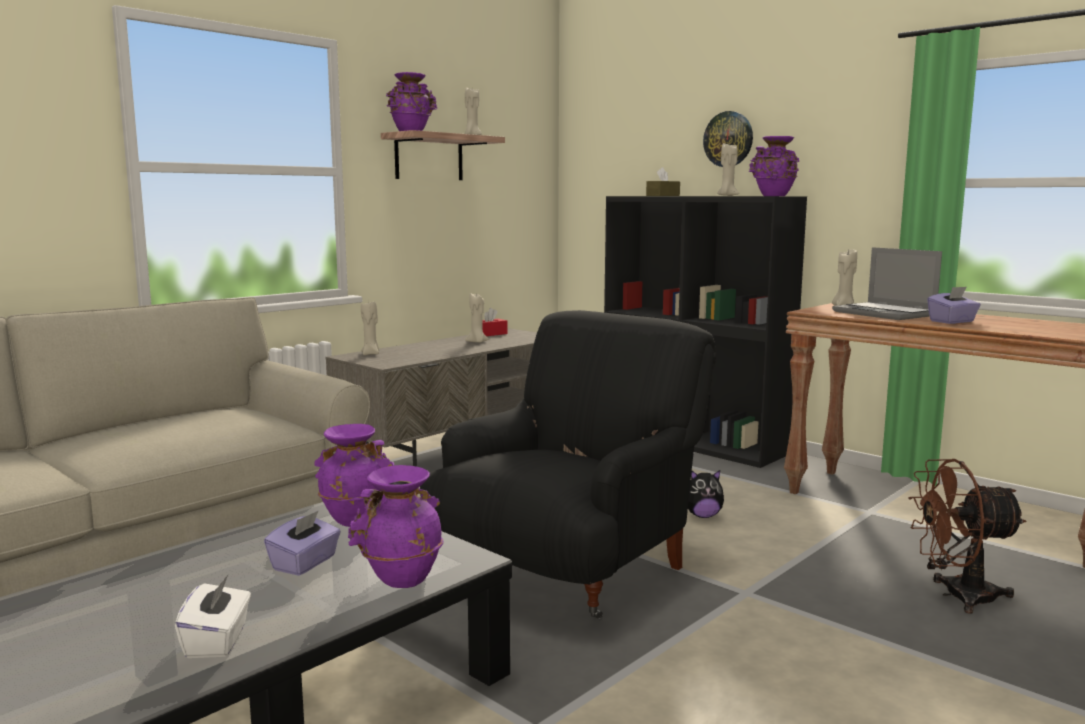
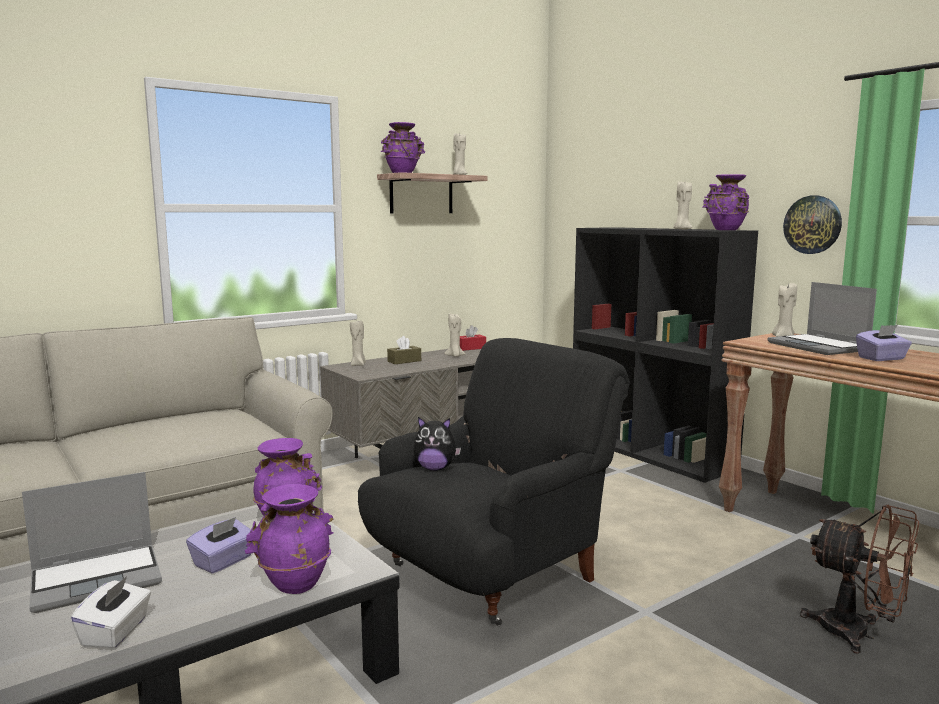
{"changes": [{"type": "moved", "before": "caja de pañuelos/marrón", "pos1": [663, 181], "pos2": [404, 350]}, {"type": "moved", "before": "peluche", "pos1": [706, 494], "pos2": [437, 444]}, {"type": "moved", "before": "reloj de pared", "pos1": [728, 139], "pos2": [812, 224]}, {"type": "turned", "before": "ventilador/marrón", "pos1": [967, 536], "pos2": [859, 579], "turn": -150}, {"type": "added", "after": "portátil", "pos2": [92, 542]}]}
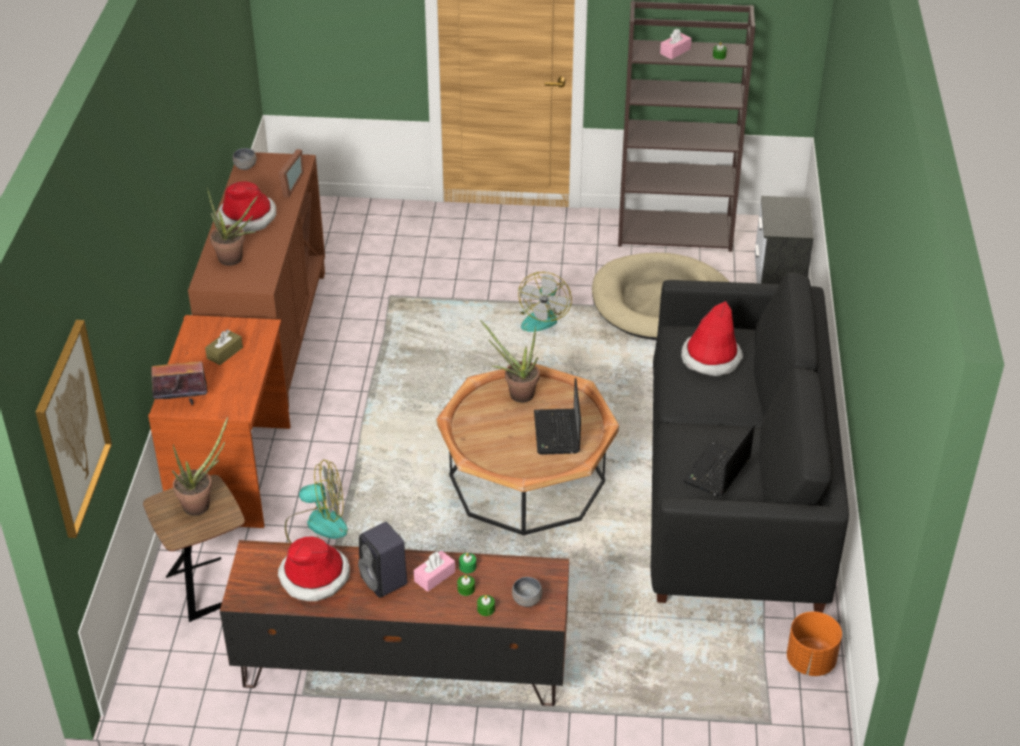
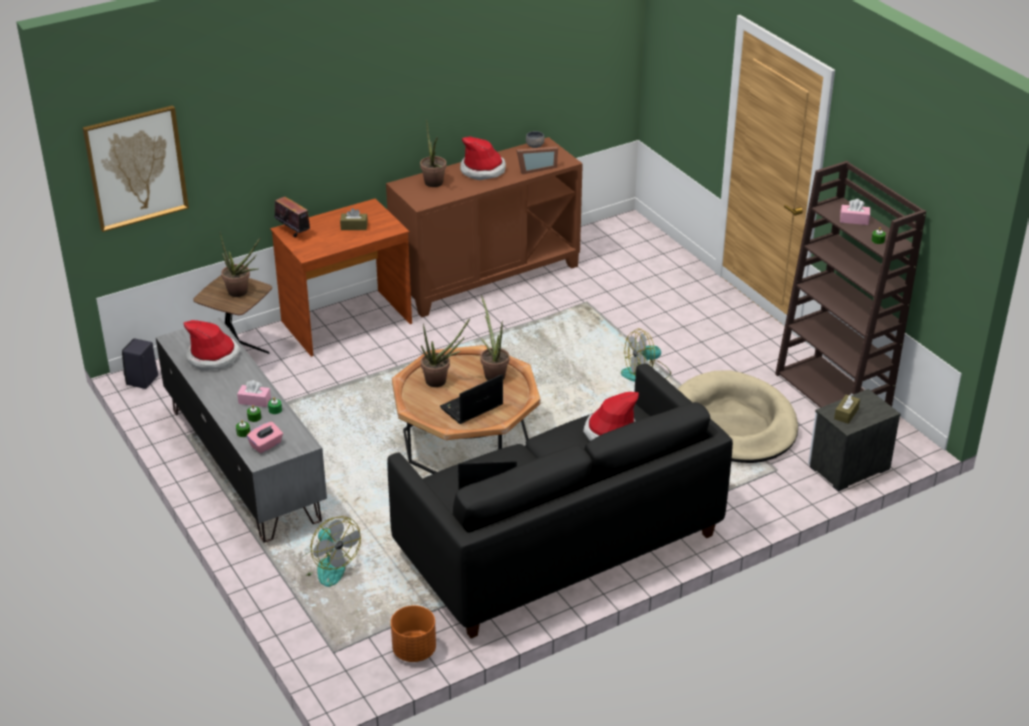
{"changes": [{"type": "recoloured", "before": "mueble de televisión/marrón", "after": "mueble de televisión/gris", "pos1": [394, 623], "pos2": [241, 430]}, {"type": "moved", "before": "ventilador", "pos1": [316, 501], "pos2": [330, 551]}, {"type": "moved", "before": "altavoz/negro", "pos1": [383, 560], "pos2": [140, 363]}, {"type": "replaced", "before": "cuenco/gris", "after": "caja de pañuelos/rosa", "pos1": [527, 592], "pos2": [265, 437]}, {"type": "added", "after": "planta en maceta", "pos2": [445, 352]}, {"type": "added", "after": "caja de pañuelos/marrón", "pos2": [847, 408]}]}
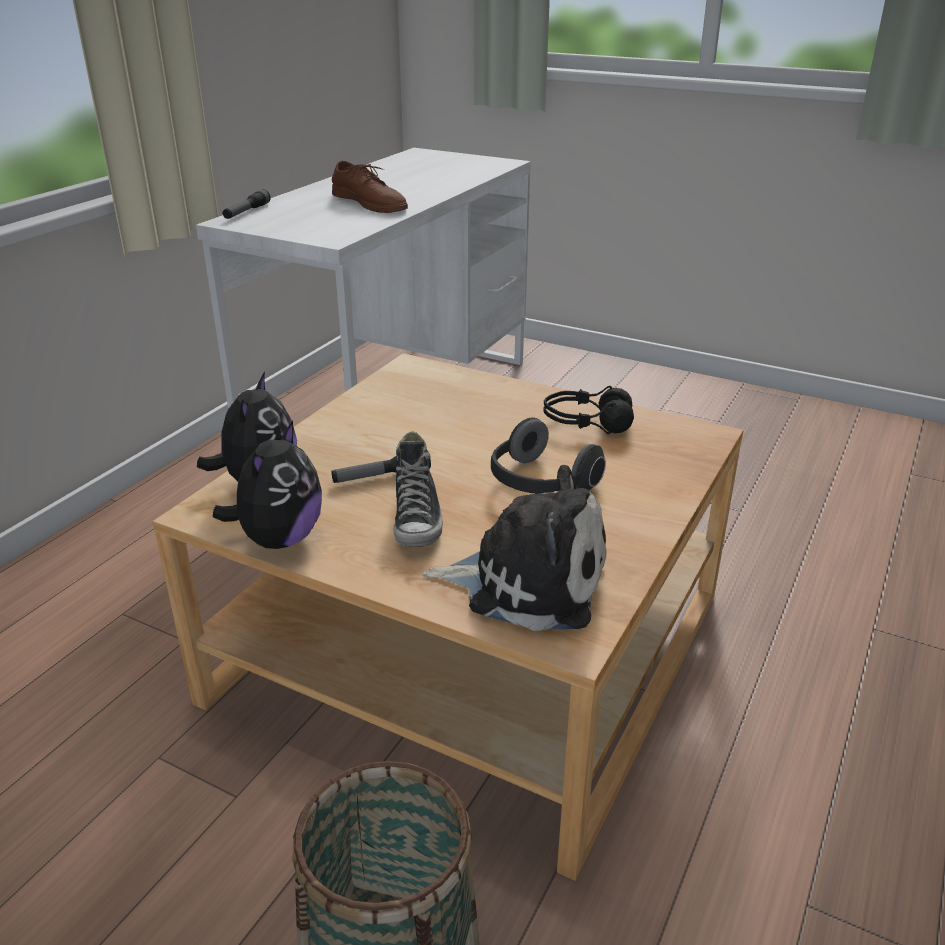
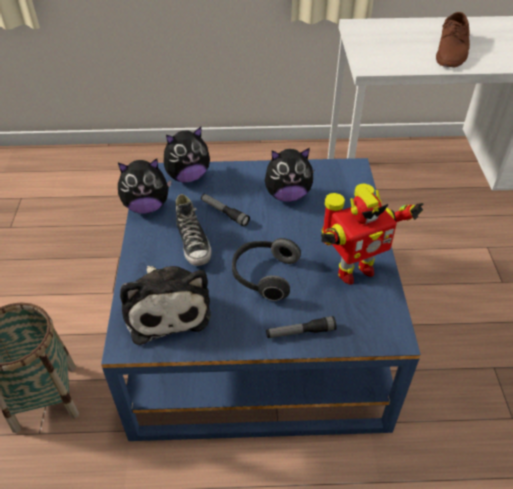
{"changes": [{"type": "recoloured", "before": "mesa de centro/beis", "after": "mesa de centro/azul", "pos1": [448, 617], "pos2": [261, 299]}, {"type": "moved", "before": "linterna", "pos1": [247, 204], "pos2": [301, 327]}, {"type": "turned", "before": "zapato", "pos1": [418, 489], "pos2": [193, 230], "turn": -75}, {"type": "replaced", "before": "auriculares/negro", "after": "robot de juguete", "pos1": [588, 410], "pos2": [372, 234]}, {"type": "added", "after": "peluche", "pos2": [290, 175]}]}
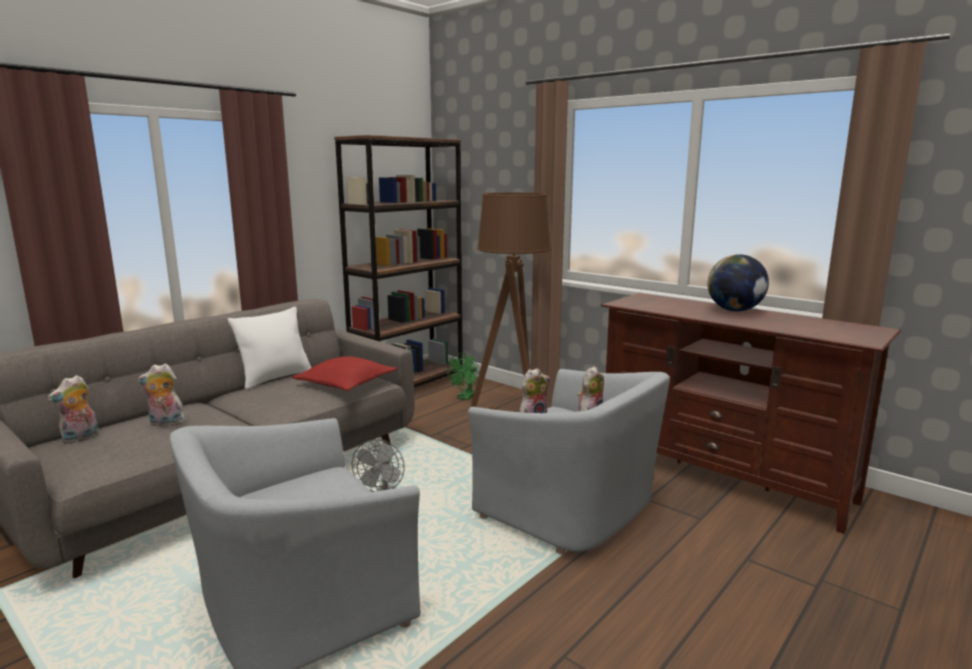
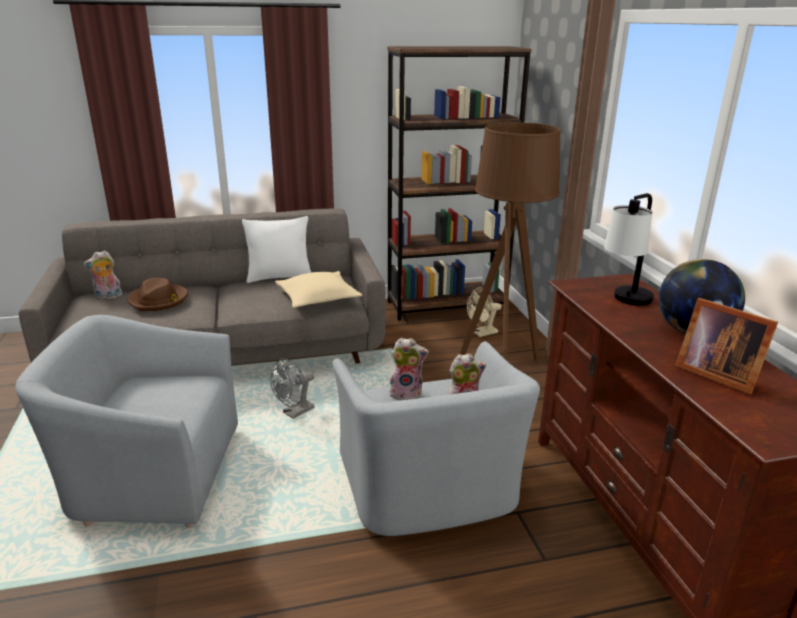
{"changes": [{"type": "replaced", "before": "peluche", "after": "sombrero/marrón", "pos1": [161, 395], "pos2": [157, 294]}, {"type": "recoloured", "before": "cojín/rojo", "after": "cojín/beis", "pos1": [344, 373], "pos2": [318, 289]}, {"type": "recoloured", "before": "ventilador/verde", "after": "ventilador/beis", "pos1": [463, 376], "pos2": [484, 312]}, {"type": "added", "after": "lámpara de mesa", "pos2": [629, 249]}, {"type": "added", "after": "portarretratos", "pos2": [726, 346]}]}
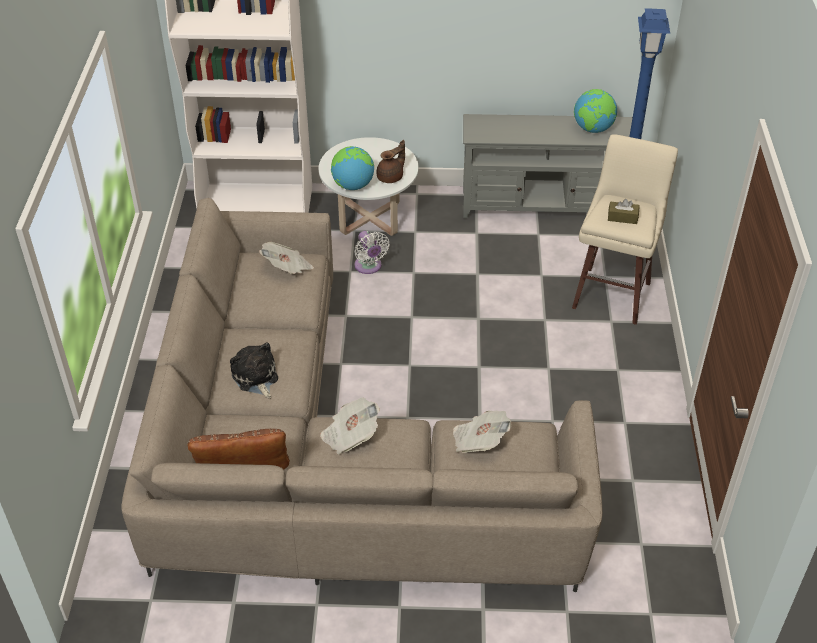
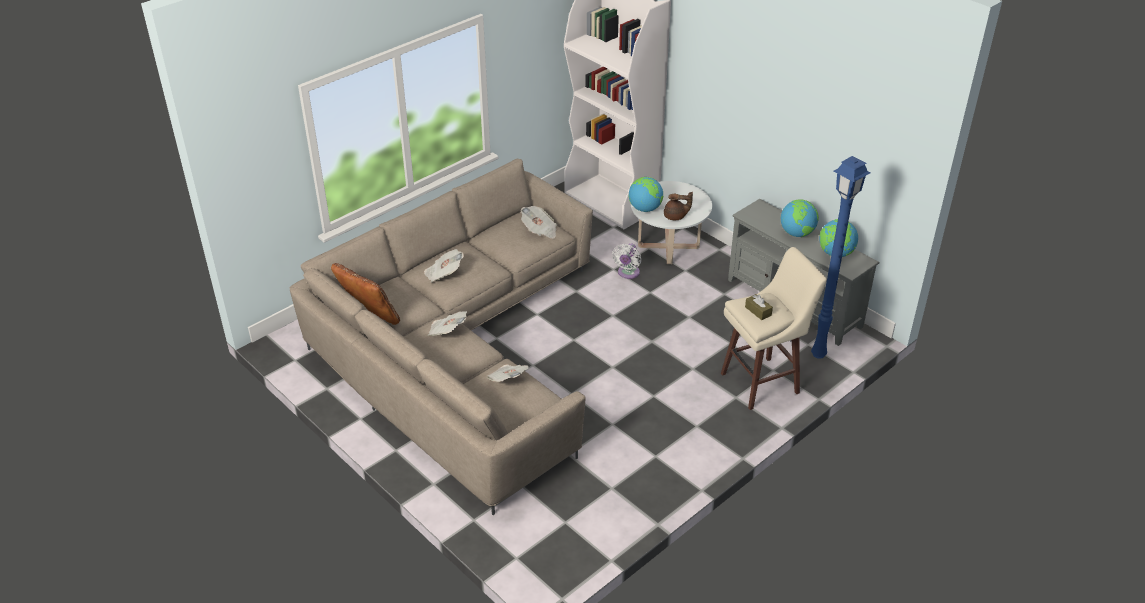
{"changes": [{"type": "replaced", "before": "peluche", "after": "periódico", "pos1": [254, 370], "pos2": [444, 266]}, {"type": "added", "after": "globo terráqueo", "pos2": [800, 218]}]}
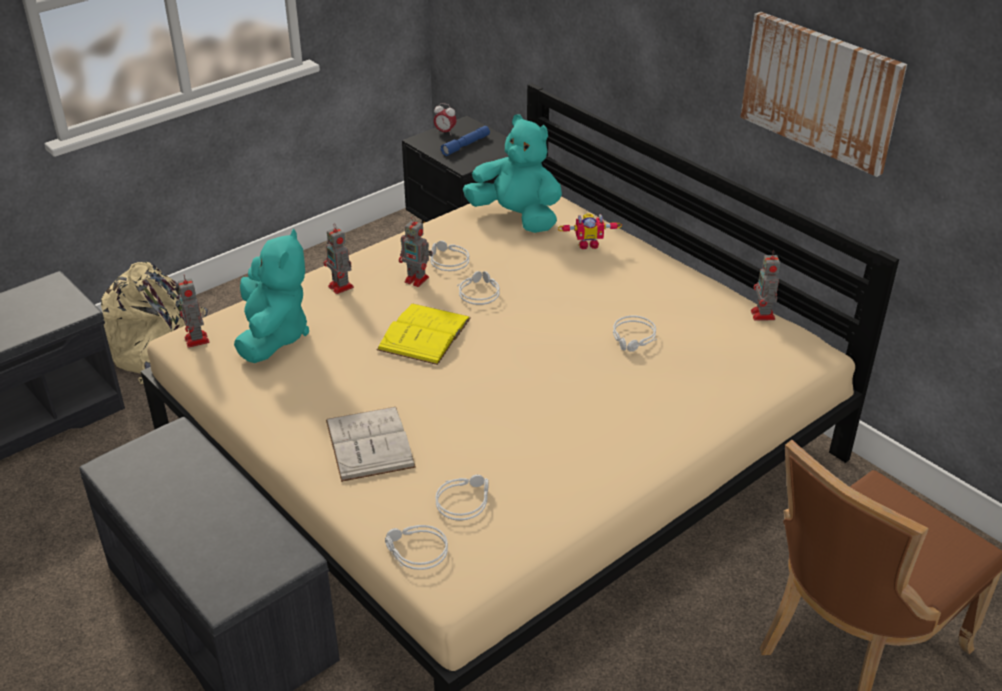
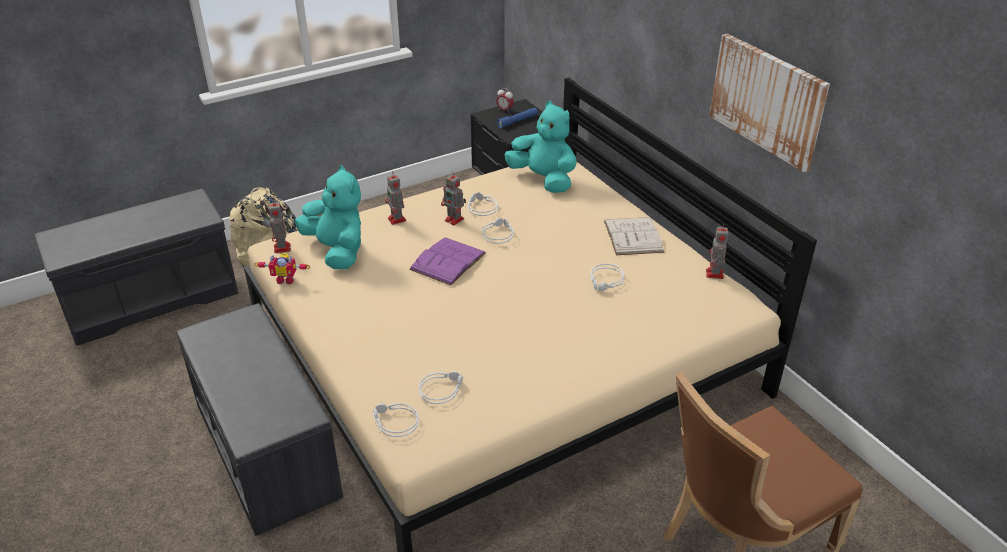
{"changes": [{"type": "turned", "before": "peluche/turquesa", "pos1": [271, 296], "pos2": [328, 217], "turn": -45}, {"type": "moved", "before": "libro/blanco", "pos1": [371, 444], "pos2": [634, 236]}, {"type": "recoloured", "before": "libro/amarillo", "after": "libro/morado", "pos1": [424, 334], "pos2": [447, 261]}, {"type": "moved", "before": "robot de juguete", "pos1": [590, 231], "pos2": [282, 268]}]}
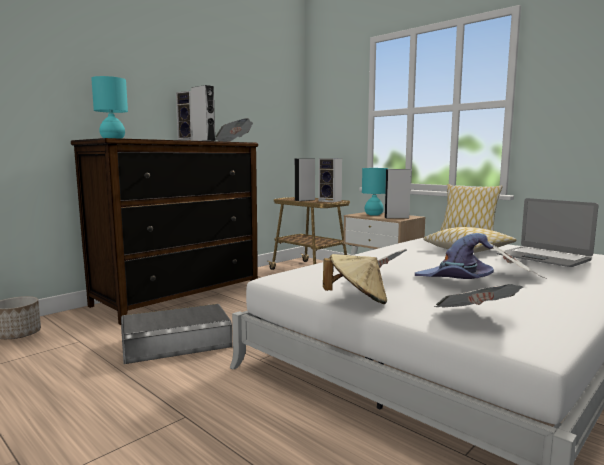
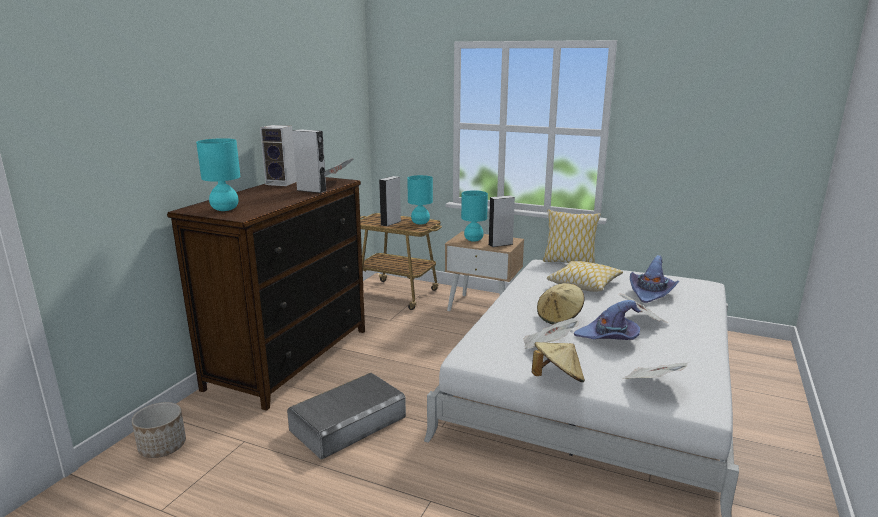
{"changes": [{"type": "replaced", "before": "altavoz", "after": "lámpara de mesa/turquesa", "pos1": [330, 180], "pos2": [420, 200]}, {"type": "replaced", "before": "portátil", "after": "sombrero/morado", "pos1": [547, 232], "pos2": [654, 279]}, {"type": "added", "after": "sombrero/beis", "pos2": [560, 303]}]}
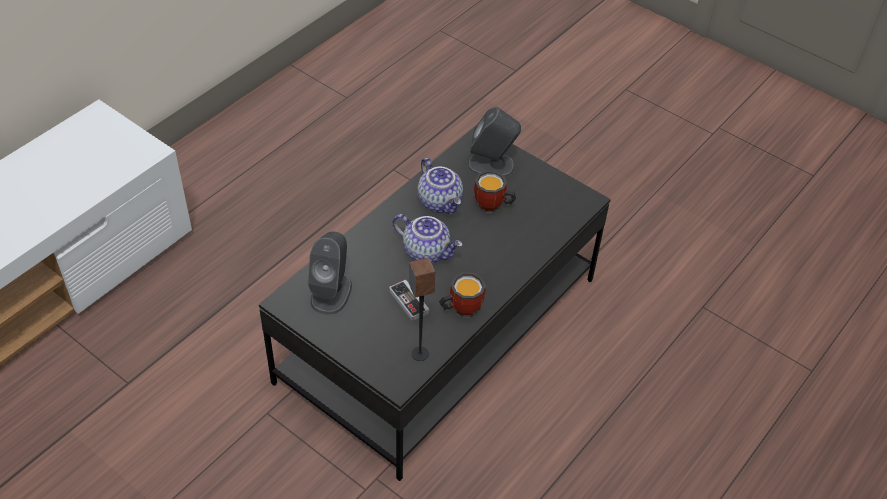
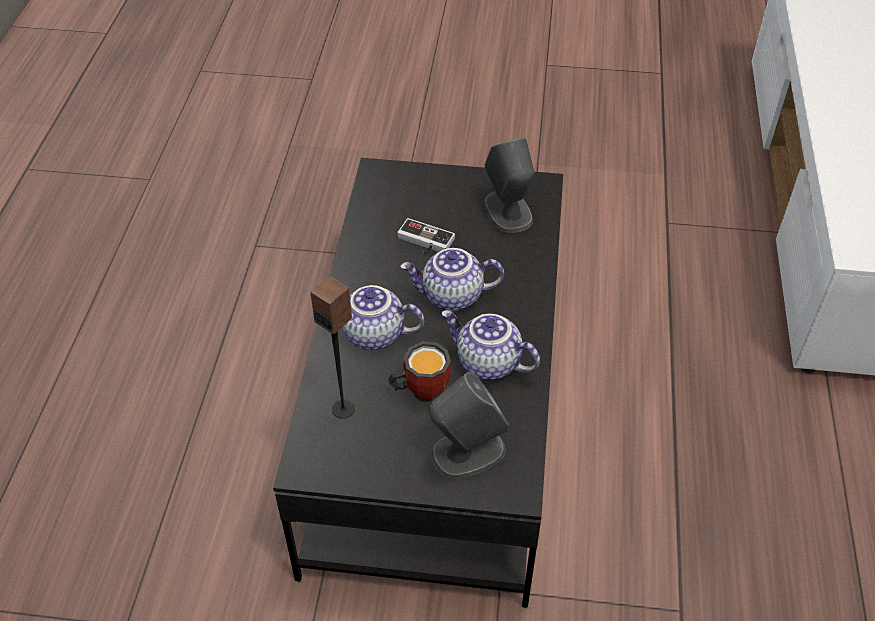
{"changes": [{"type": "moved", "before": "altavoz", "pos1": [422, 309], "pos2": [332, 347]}, {"type": "removed", "before": "taza grande", "pos1": [462, 295]}, {"type": "added", "after": "tetera", "pos2": [383, 317]}]}
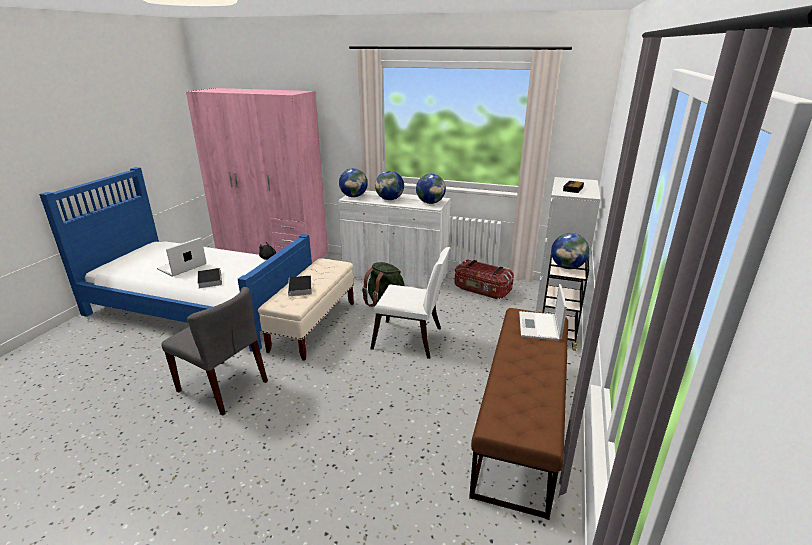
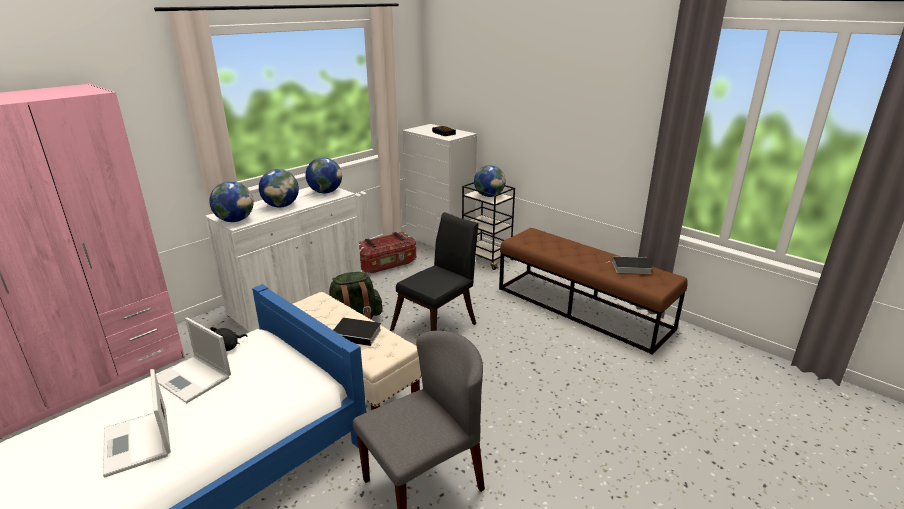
{"changes": [{"type": "moved", "before": "libro", "pos1": [209, 278], "pos2": [629, 265]}, {"type": "recoloured", "before": "silla/blanco", "after": "silla/negro", "pos1": [410, 303], "pos2": [434, 271]}, {"type": "moved", "before": "portátil", "pos1": [543, 312], "pos2": [193, 360]}]}
